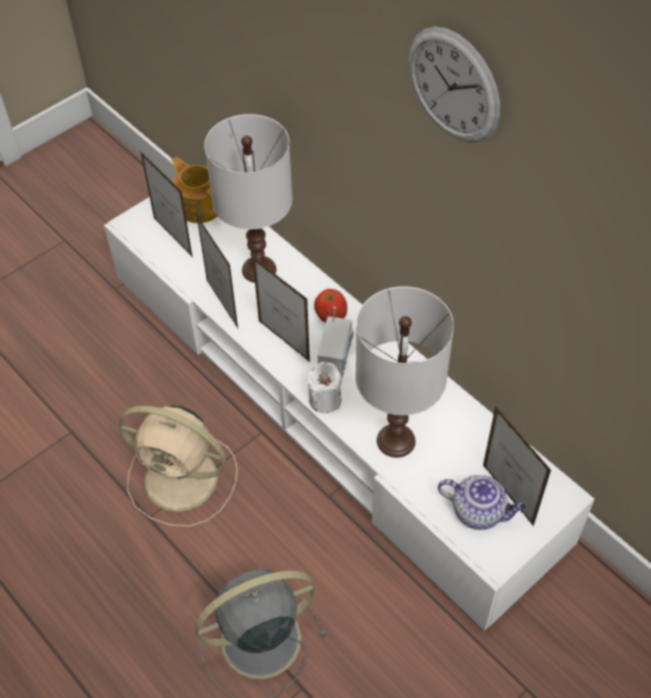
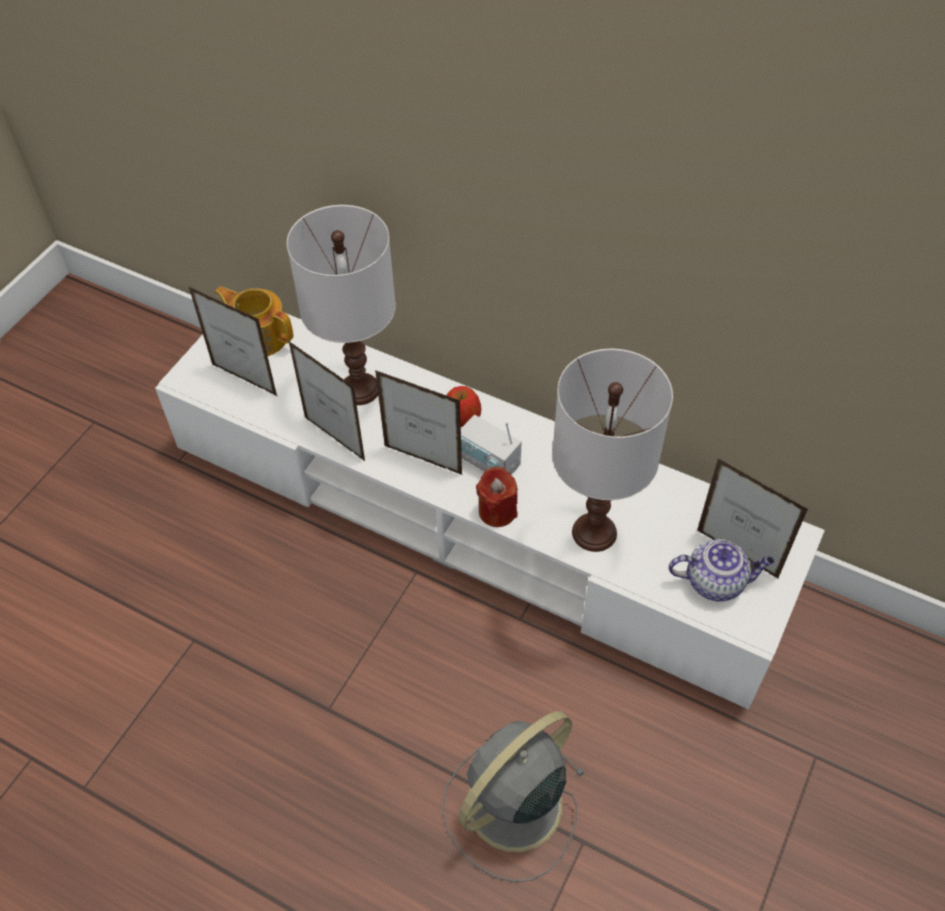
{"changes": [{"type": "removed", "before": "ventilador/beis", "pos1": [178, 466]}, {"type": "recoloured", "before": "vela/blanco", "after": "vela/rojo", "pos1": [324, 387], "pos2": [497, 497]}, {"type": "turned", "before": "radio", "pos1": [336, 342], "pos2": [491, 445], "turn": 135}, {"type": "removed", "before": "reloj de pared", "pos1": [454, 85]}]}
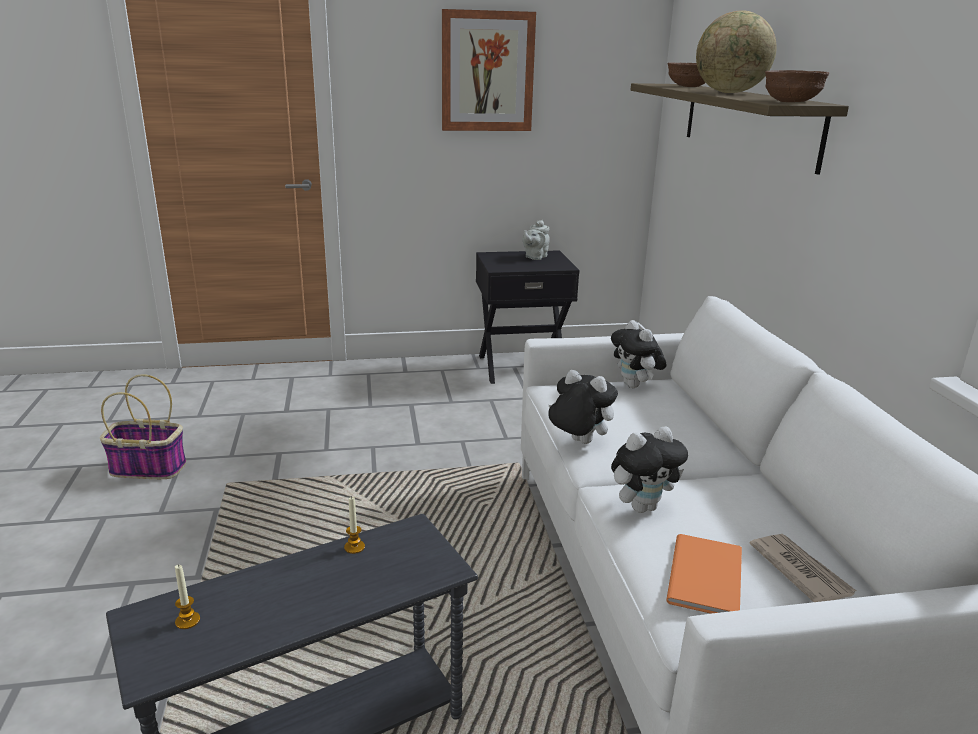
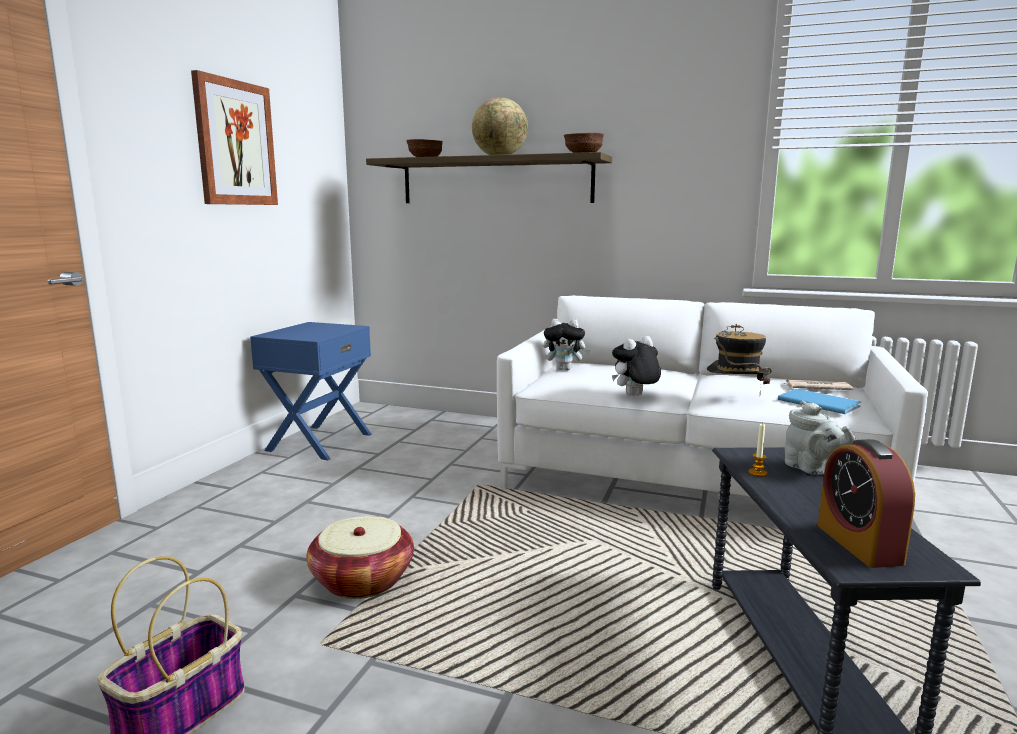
{"changes": [{"type": "replaced", "before": "vela", "after": "despertador", "pos1": [187, 597], "pos2": [866, 503]}, {"type": "recoloured", "before": "mesita de noche/negro", "after": "mesita de noche/azul", "pos1": [528, 317], "pos2": [311, 391]}, {"type": "moved", "before": "tetera/gris", "pos1": [536, 240], "pos2": [819, 438]}, {"type": "replaced", "before": "peluche", "after": "sombrero", "pos1": [649, 469], "pos2": [739, 359]}, {"type": "recoloured", "before": "libro/naranja", "after": "libro/azul", "pos1": [704, 574], "pos2": [819, 401]}, {"type": "added", "after": "cesta", "pos2": [360, 557]}]}
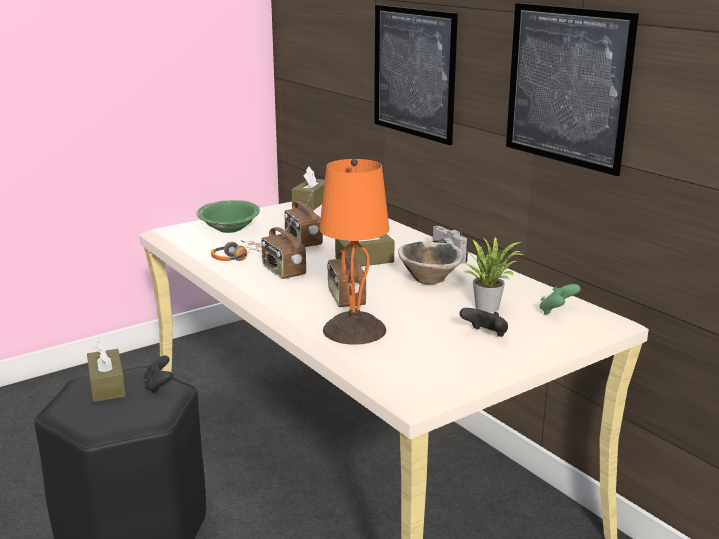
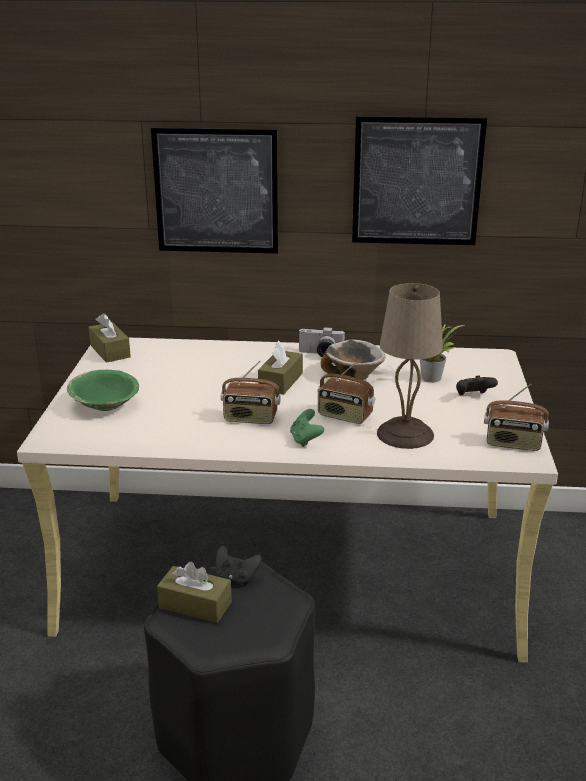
{"changes": [{"type": "removed", "before": "auriculares", "pos1": [236, 250]}, {"type": "moved", "before": "radio", "pos1": [303, 219], "pos2": [516, 417]}, {"type": "recoloured", "before": "lámpara de mesa/naranja", "after": "lámpara de mesa/beis", "pos1": [354, 252], "pos2": [410, 366]}, {"type": "moved", "before": "mando de consola/verde", "pos1": [560, 299], "pos2": [307, 428]}]}
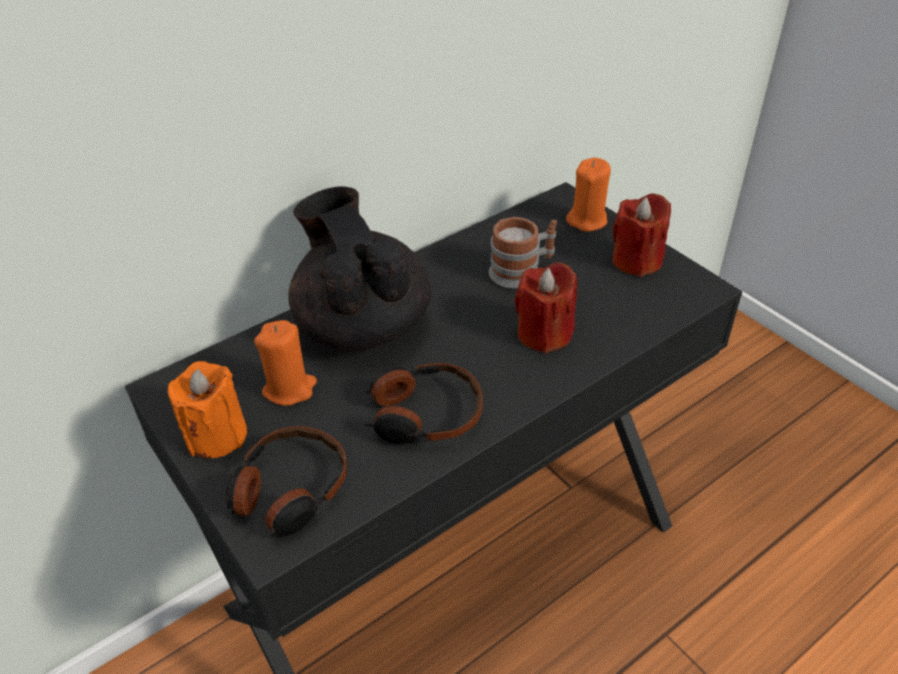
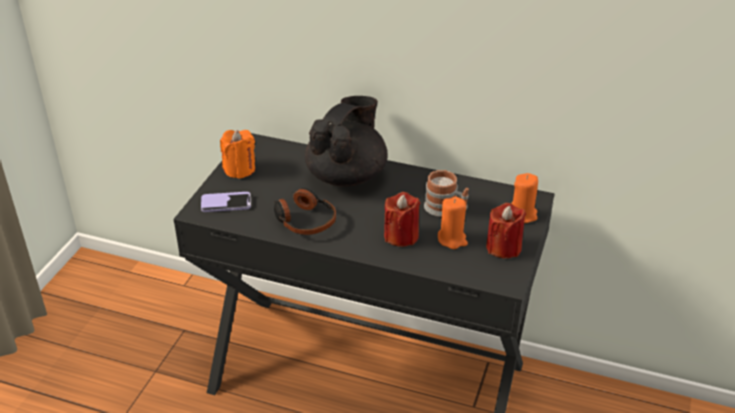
{"changes": [{"type": "replaced", "before": "auriculares", "after": "móvil", "pos1": [286, 482], "pos2": [226, 202]}, {"type": "moved", "before": "vela/naranja", "pos1": [285, 363], "pos2": [453, 222]}]}
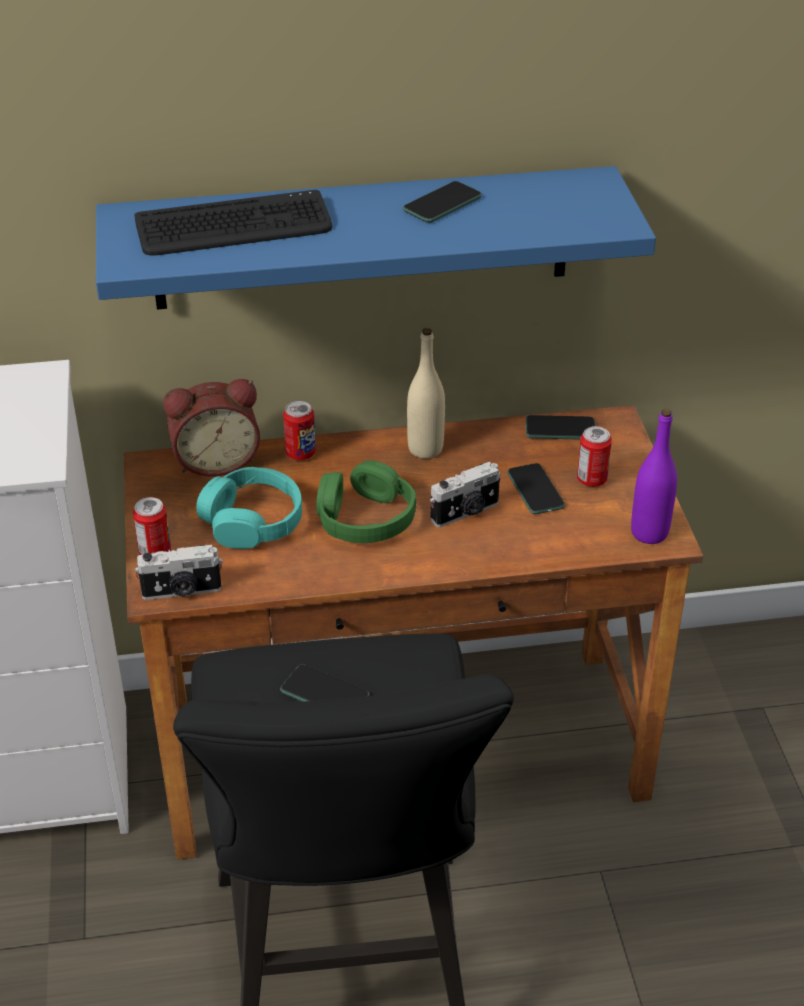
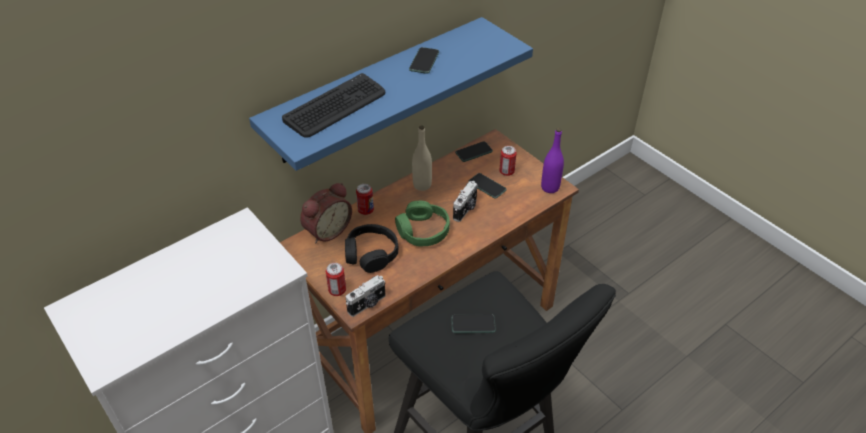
{"changes": [{"type": "recoloured", "before": "auriculares/turquesa", "after": "auriculares/negro", "pos1": [249, 508], "pos2": [372, 248]}]}
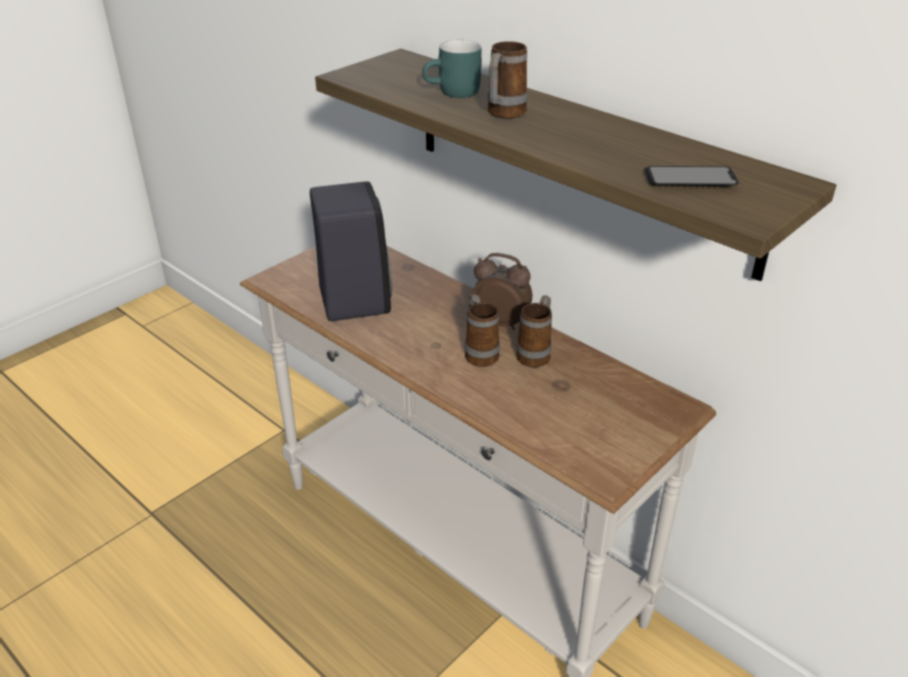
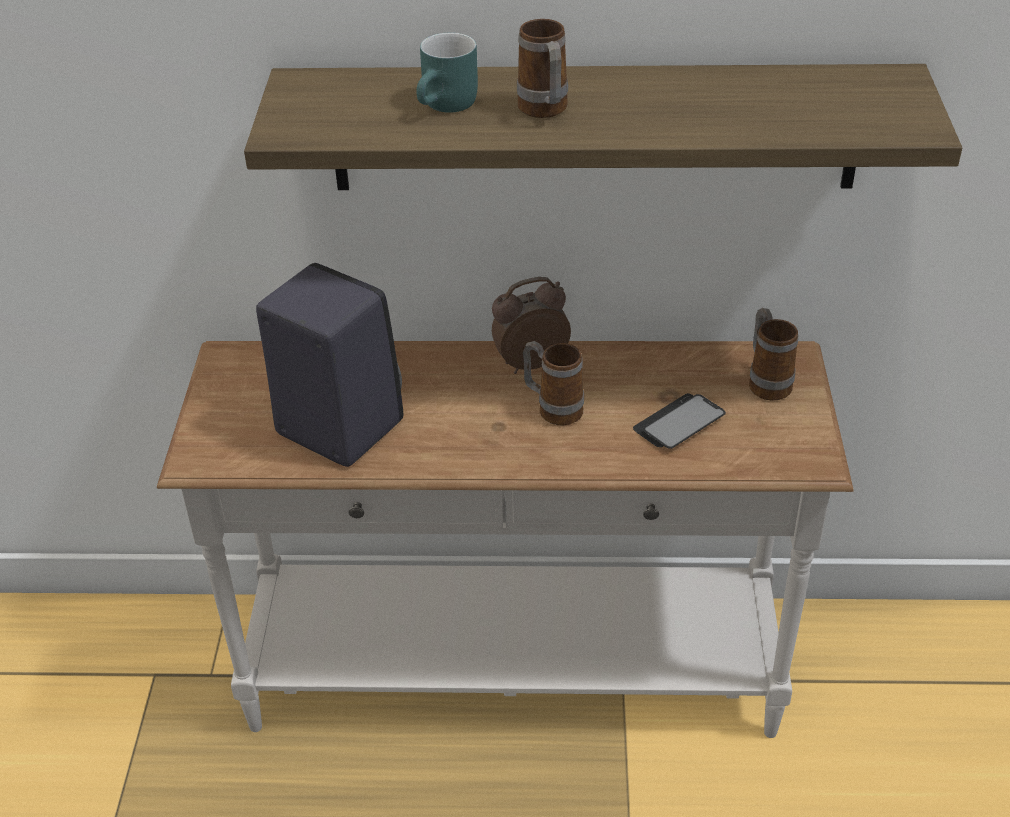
{"changes": [{"type": "moved", "before": "taza grande", "pos1": [534, 331], "pos2": [773, 354]}, {"type": "moved", "before": "móvil", "pos1": [691, 176], "pos2": [679, 421]}]}
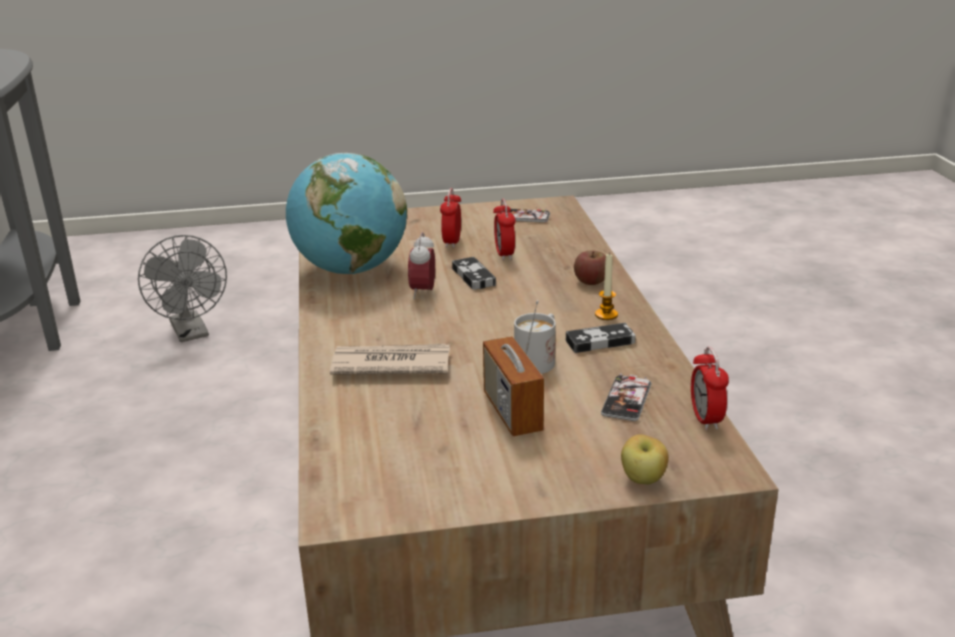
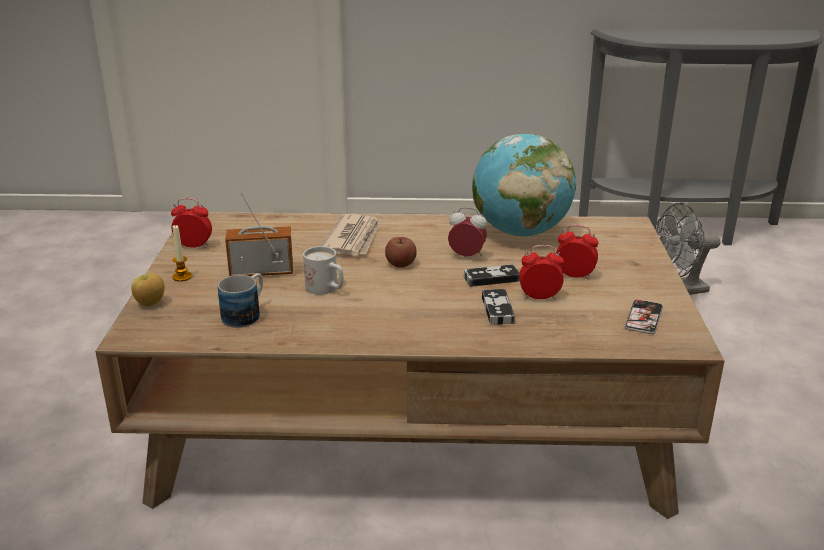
{"changes": [{"type": "moved", "before": "mando de consola", "pos1": [601, 338], "pos2": [498, 307]}, {"type": "moved", "before": "manzana", "pos1": [590, 268], "pos2": [401, 252]}, {"type": "moved", "before": "vela", "pos1": [606, 287], "pos2": [182, 253]}, {"type": "replaced", "before": "móvil", "after": "taza grande", "pos1": [626, 397], "pos2": [240, 300]}, {"type": "moved", "before": "despertador", "pos1": [710, 388], "pos2": [191, 223]}]}
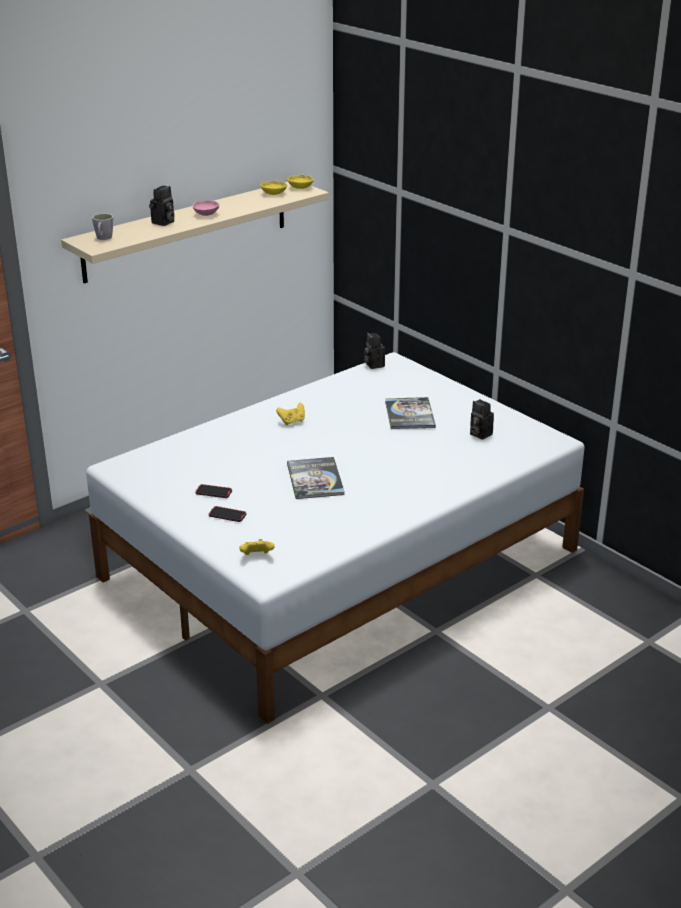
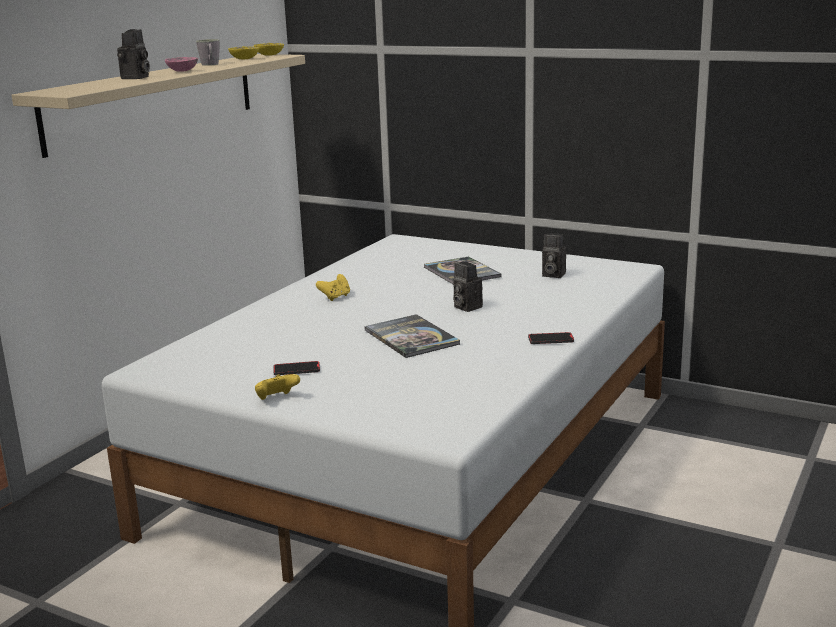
{"changes": [{"type": "moved", "before": "taza grande/gris", "pos1": [102, 226], "pos2": [208, 52]}, {"type": "moved", "before": "móvil", "pos1": [227, 514], "pos2": [551, 338]}, {"type": "moved", "before": "mando de consola/amarillo", "pos1": [257, 547], "pos2": [277, 387]}, {"type": "moved", "before": "cámara", "pos1": [374, 351], "pos2": [468, 287]}]}
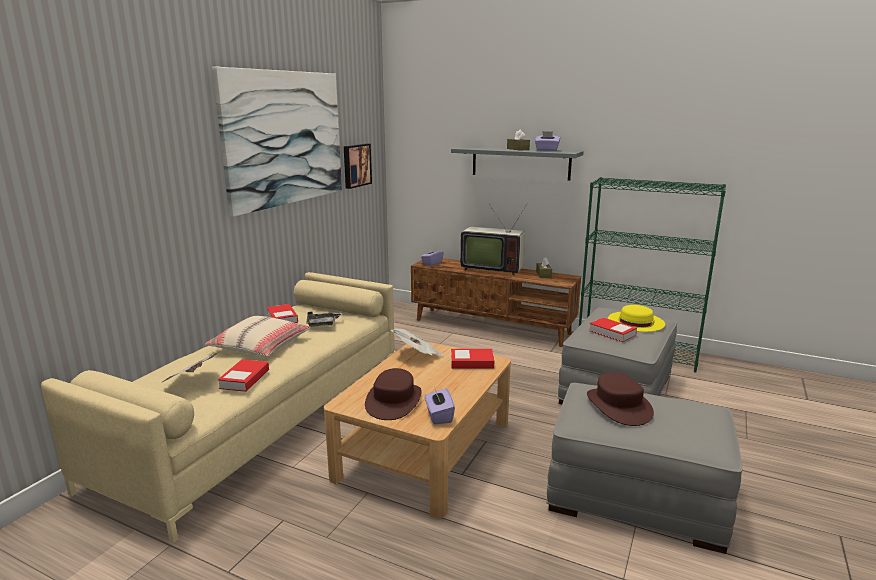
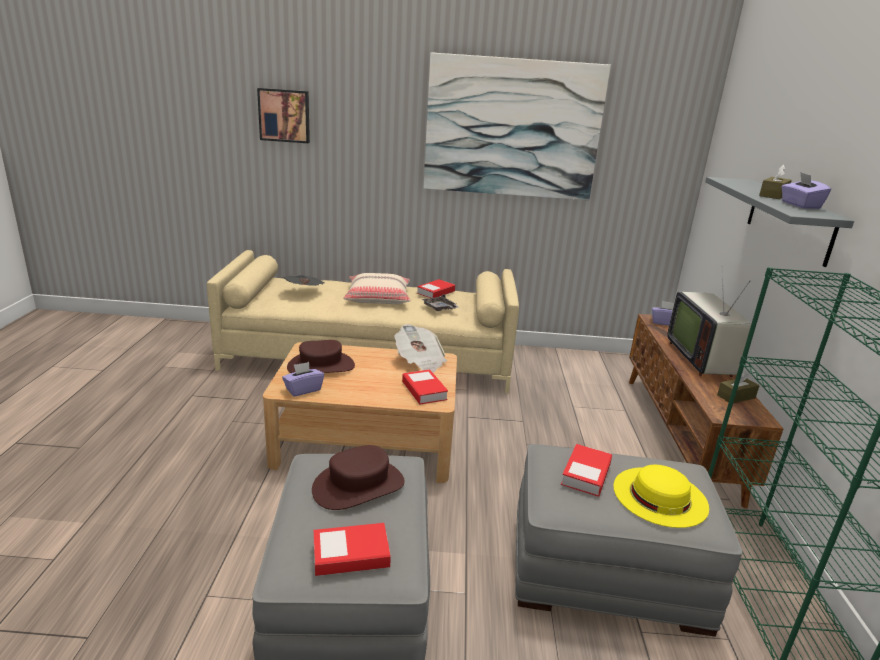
{"changes": [{"type": "moved", "before": "libro", "pos1": [243, 375], "pos2": [352, 549]}, {"type": "moved", "before": "cuadro", "pos1": [358, 166], "pos2": [283, 115]}]}
